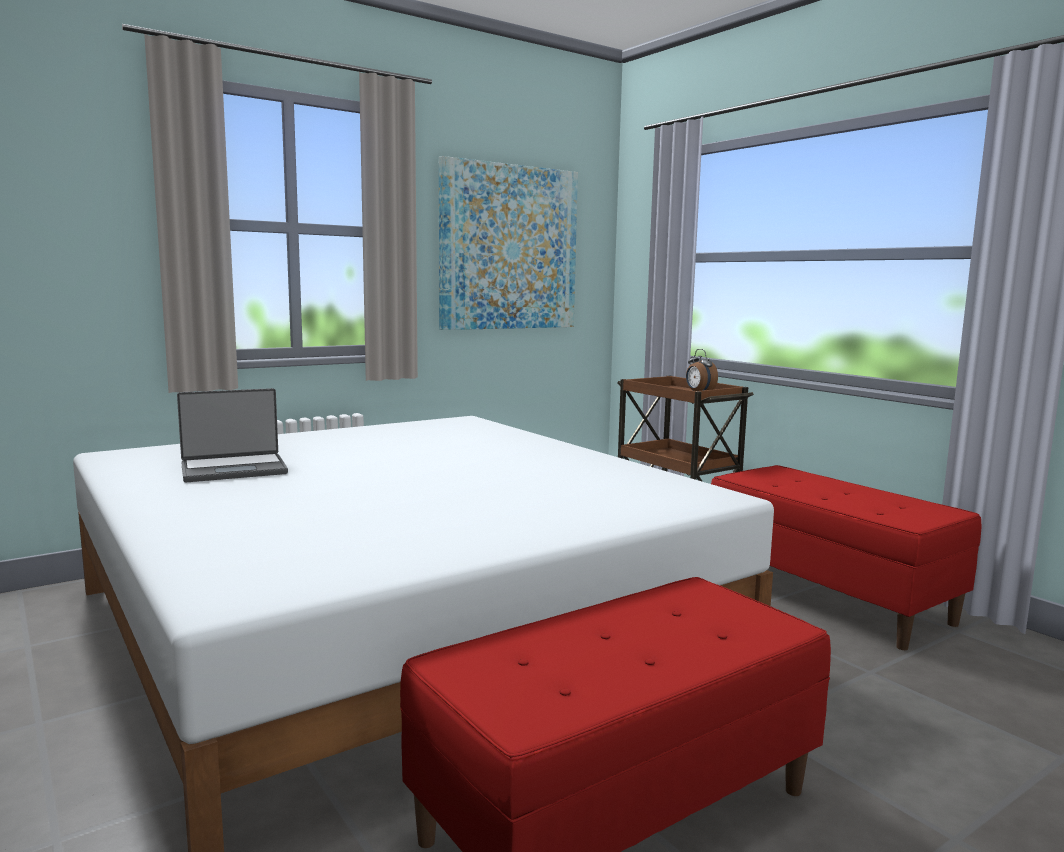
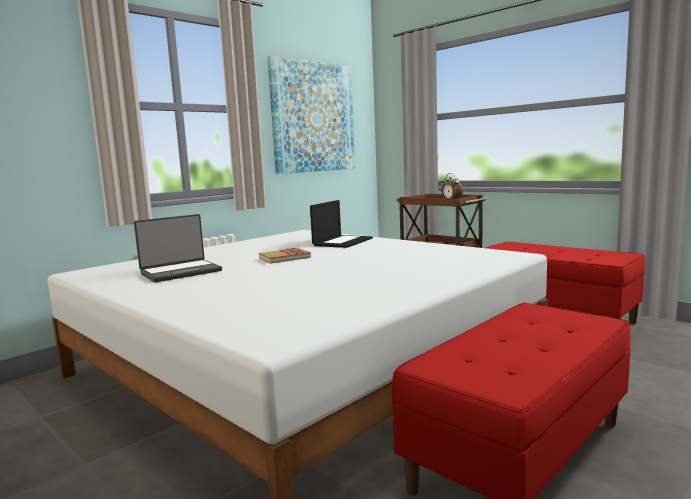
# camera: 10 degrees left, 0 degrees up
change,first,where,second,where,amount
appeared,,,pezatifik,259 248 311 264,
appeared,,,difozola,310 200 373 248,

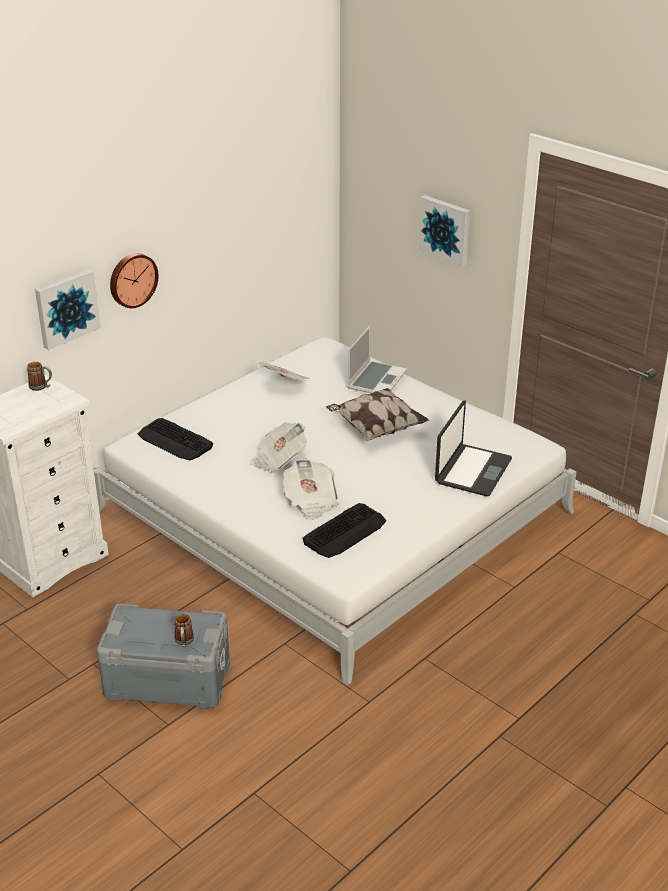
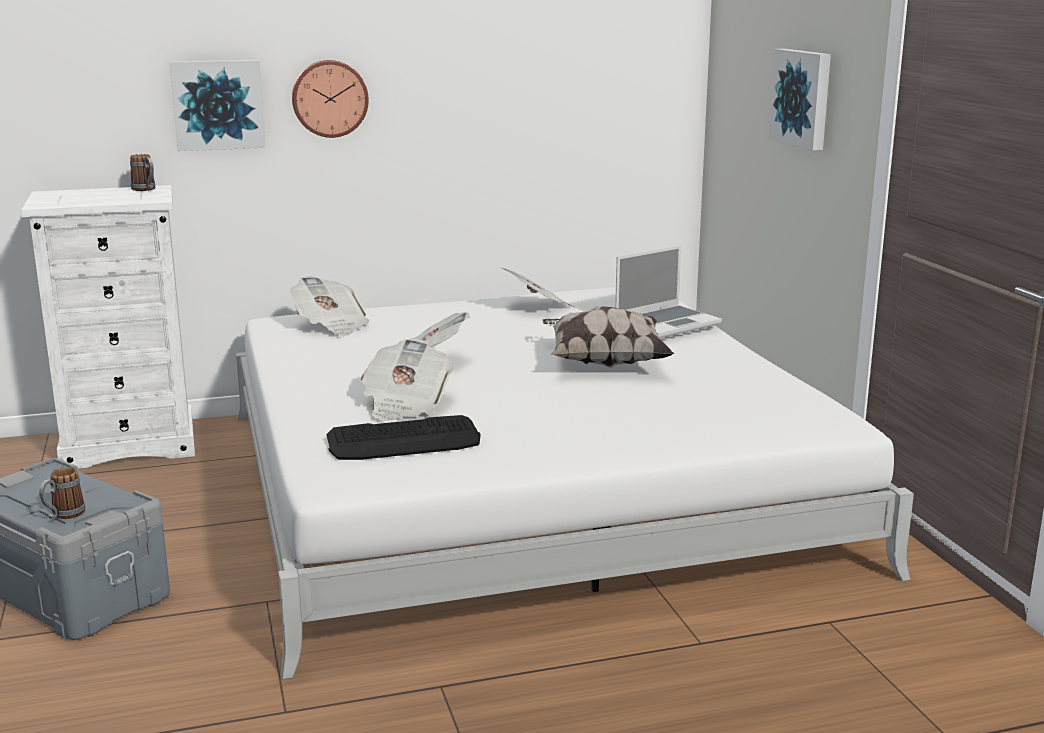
# camera: 30 degrees right, 15 degrees down
change,first,where,second,where,amount
exchanged,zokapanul,137 418 213 460,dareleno,290 276 369 336,
missing,difozola,435 400 512 496,,,

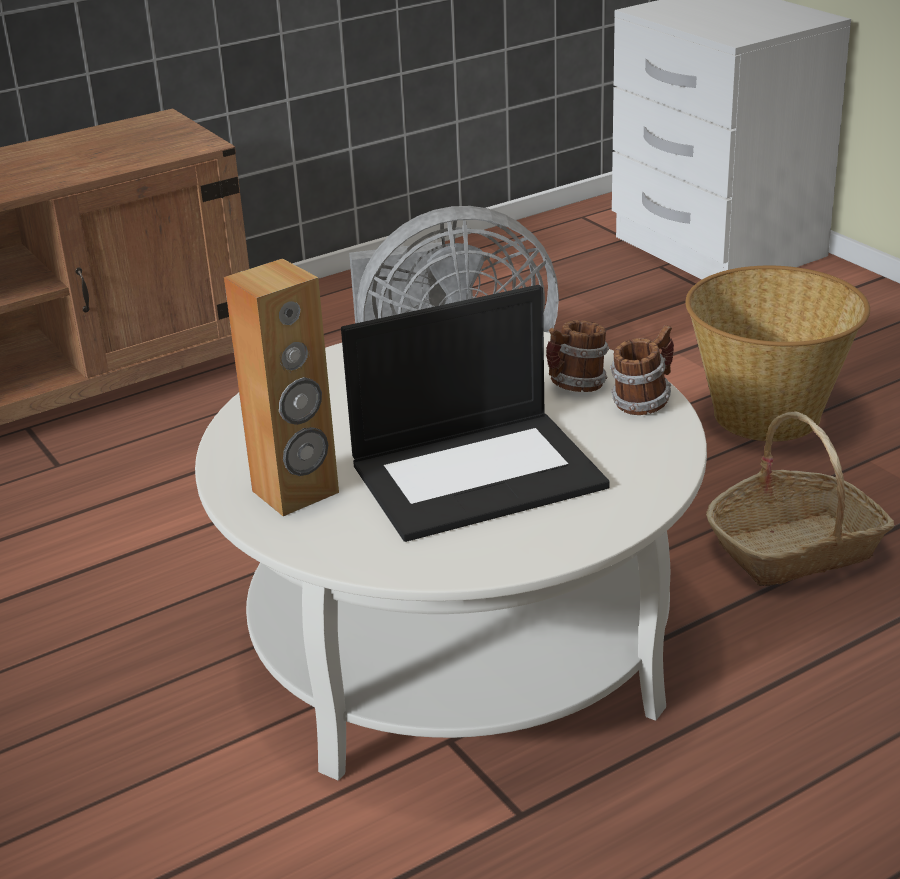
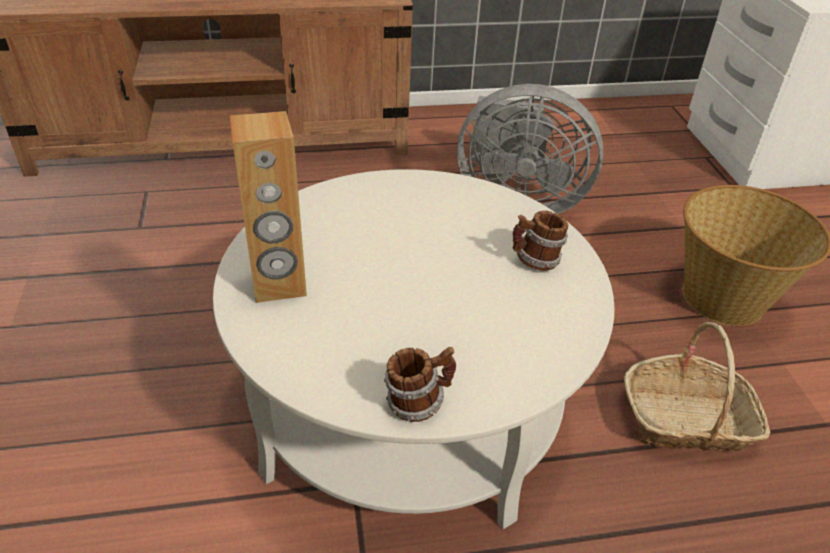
# camera: 20 degrees right, 10 degrees up
change,first,where,second,where,amount
relocated,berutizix,610 325 674 415,,384 347 456 422,
missing,difozola,341 285 609 542,,,

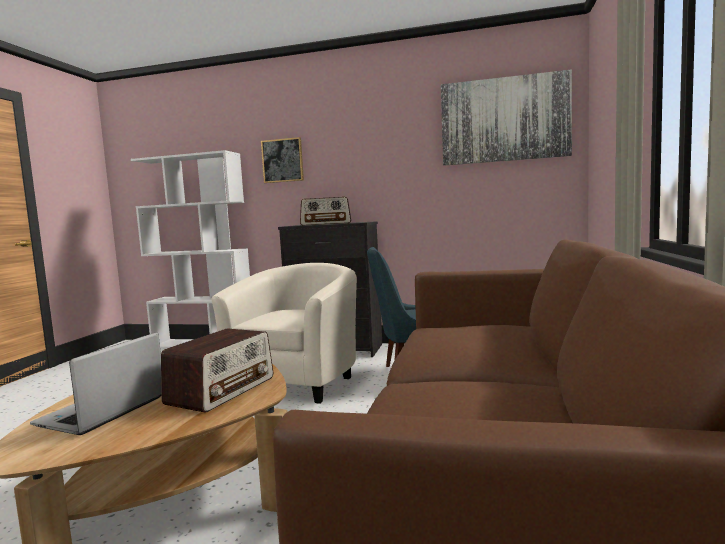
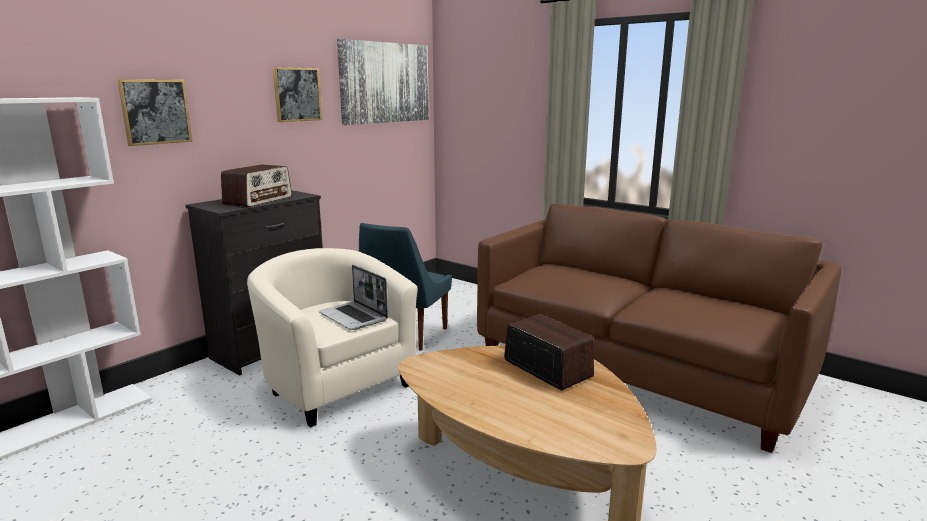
# camera: 65 degrees left, 10 degrees up
change,first,where,second,where,amount
appeared,,,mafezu,273 67 322 122,
relocated,difozola,30 332 161 435,,319 265 388 330,

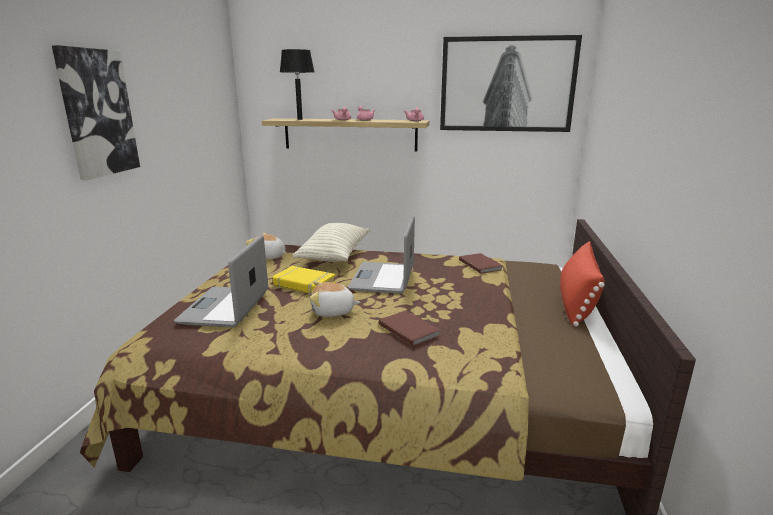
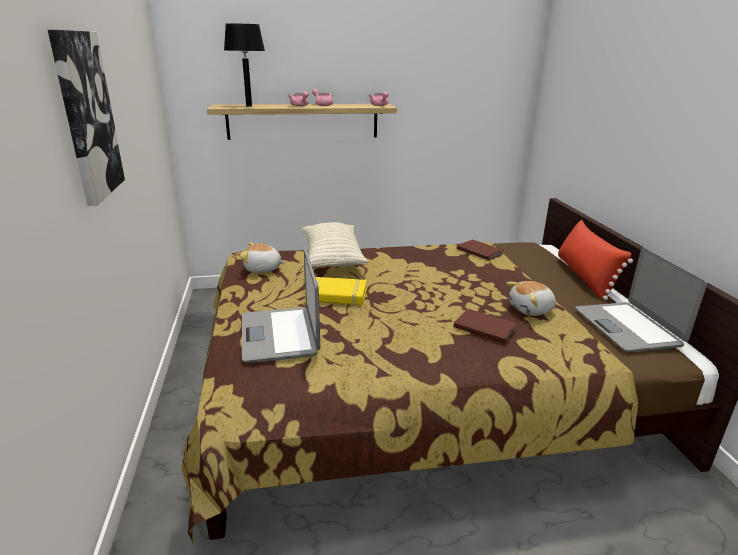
# camera: 20 degrees left, 5 degrees up
change,first,where,second,where,amount
relocated,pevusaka,310 281 361 317,,506 281 556 316,
relocated,difozola,348 216 415 294,,575 248 707 352,
missing,mafezu,440 35 582 132,,,

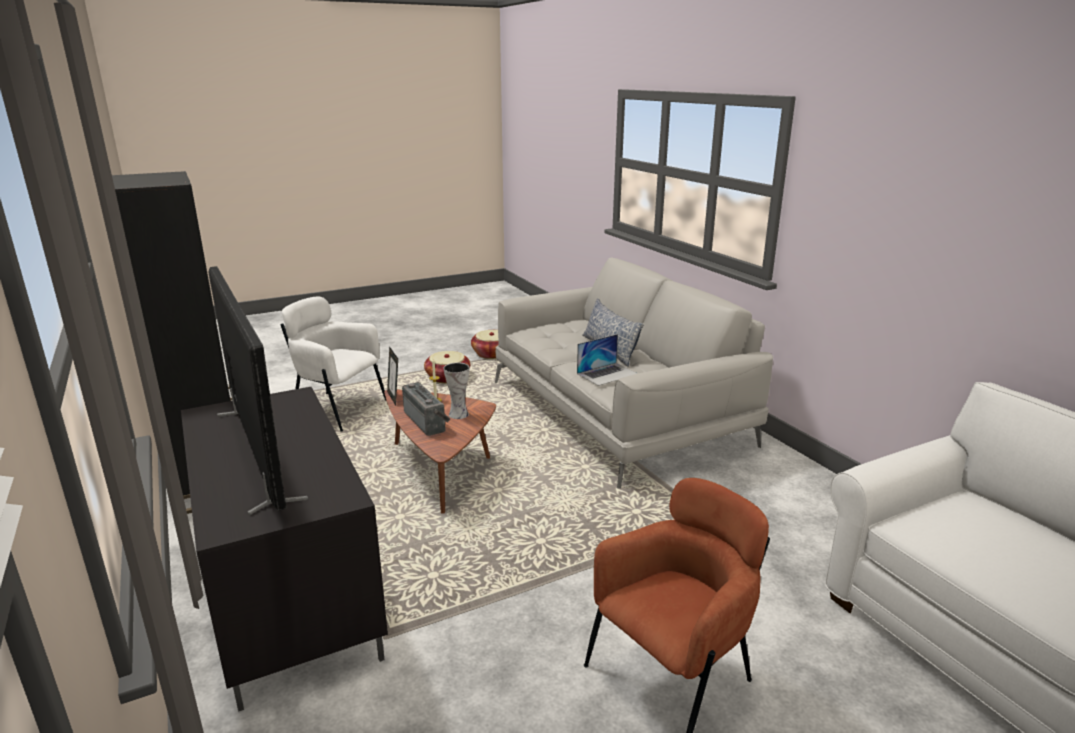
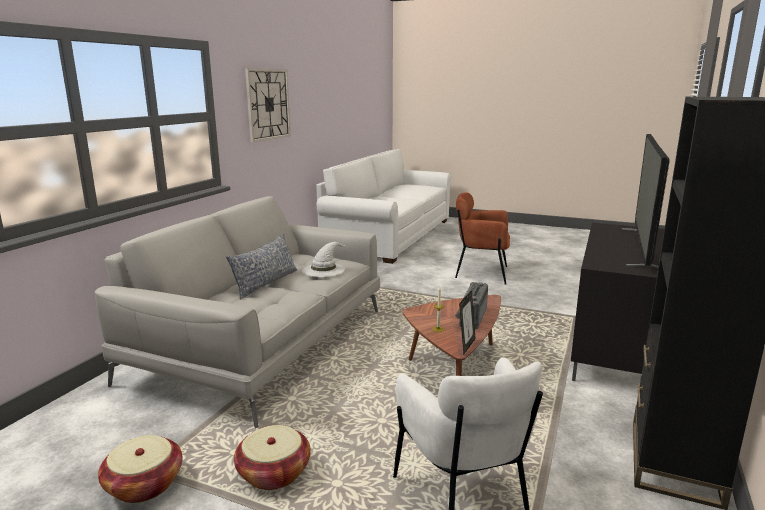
# camera: 130 degrees left, 5 degrees down
change,first,where,second,where,amount
appeared,,,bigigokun,245 68 291 142,
exchanged,difozola,577 334 638 386,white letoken,302 242 346 277,
missing,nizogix,444 362 469 419,,,

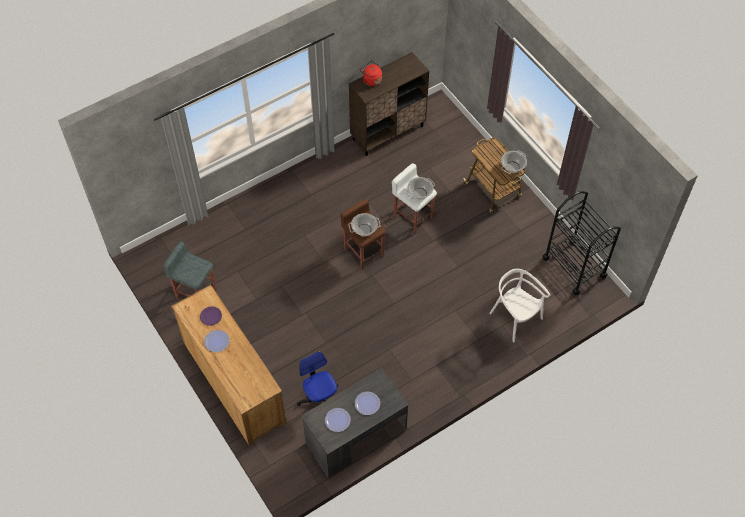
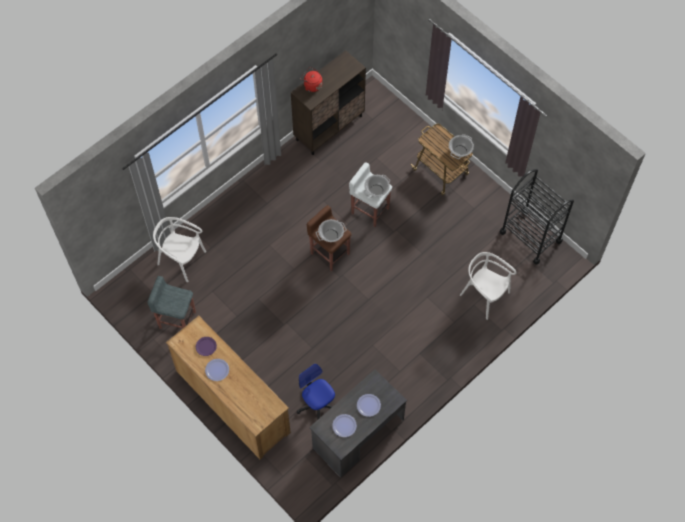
# camera: 10 degrees left, 5 degrees up
change,first,where,second,where,amount
appeared,,,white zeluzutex,153 217 206 282,

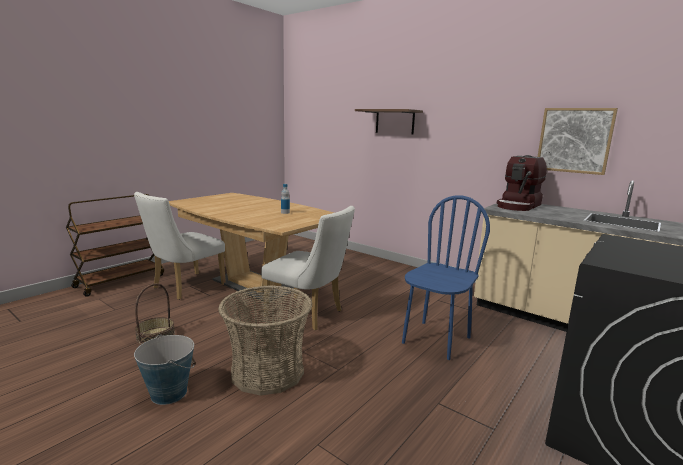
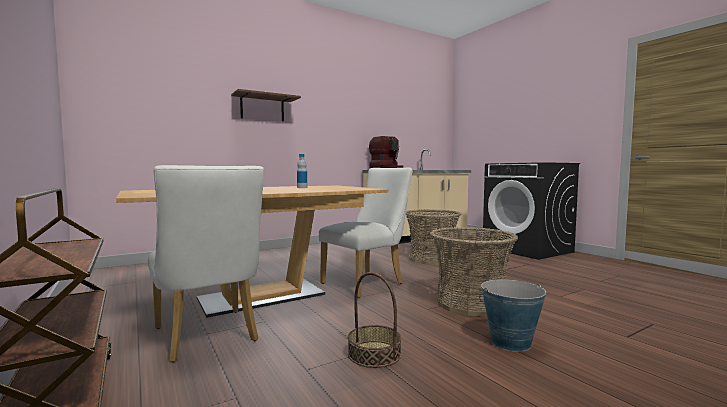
# camera: 70 degrees left, 10 degrees down
change,first,where,second,where,amount
exchanged,blue zeluzutex,402 195 490 360,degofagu,406 209 461 265,
missing,mafezu,538 108 618 175,,,

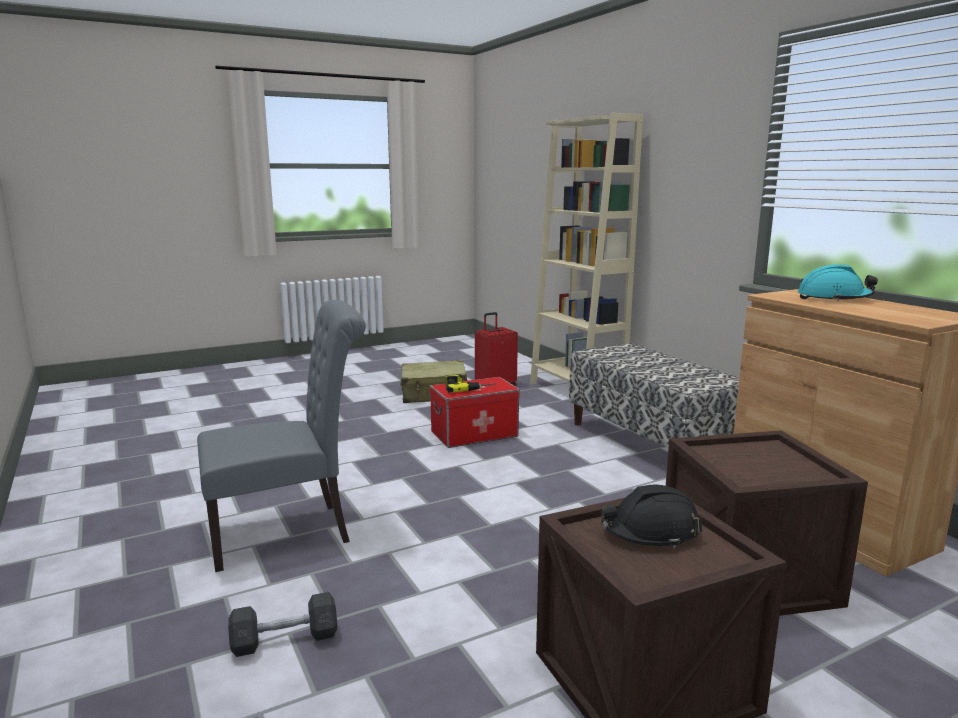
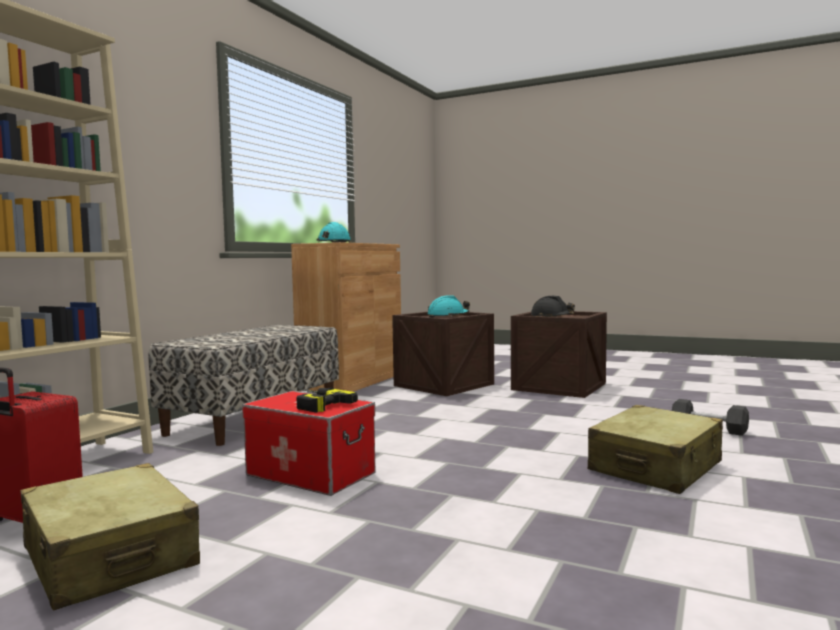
# camera: 125 degrees left, 10 degrees down
change,first,where,second,where,amount
appeared,,,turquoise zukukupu,427 296 470 318,
exchanged,grey zeluzutex,197 300 366 572,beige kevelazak,588 405 723 494,

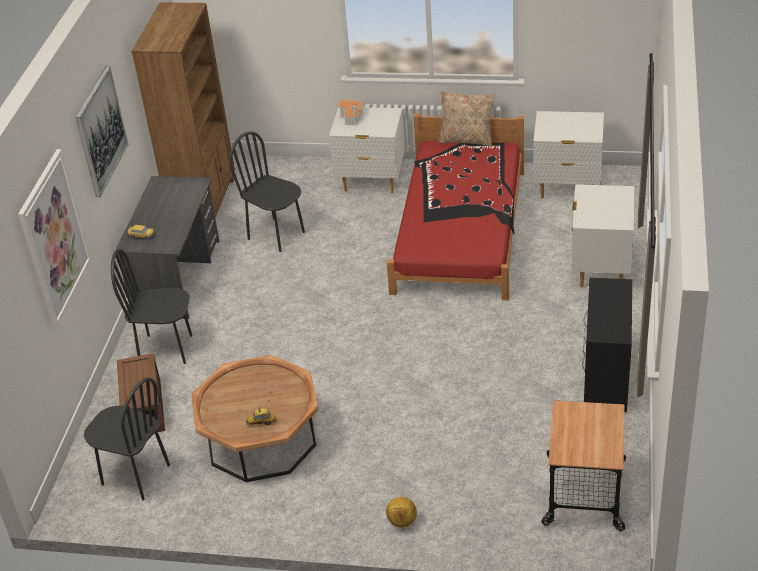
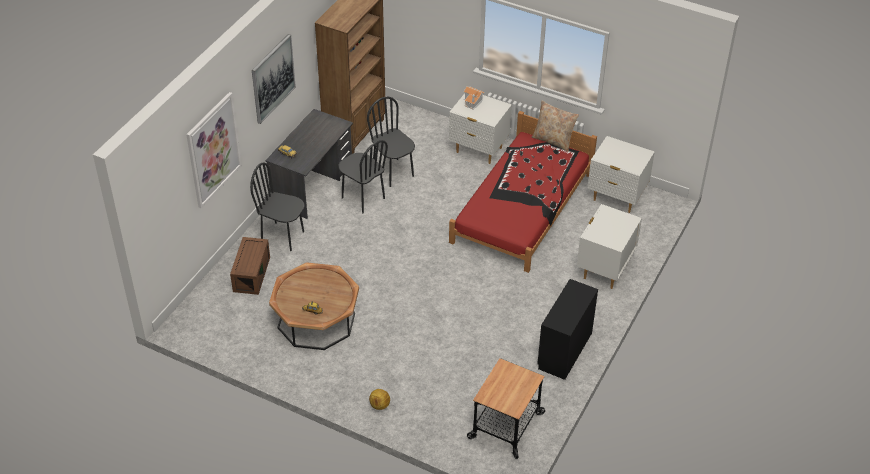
# camera: 15 degrees right, 5 degrees up
change,first,where,second,where,amount
relocated,black zeluzutex,84 378 170 500,,339 140 388 214,

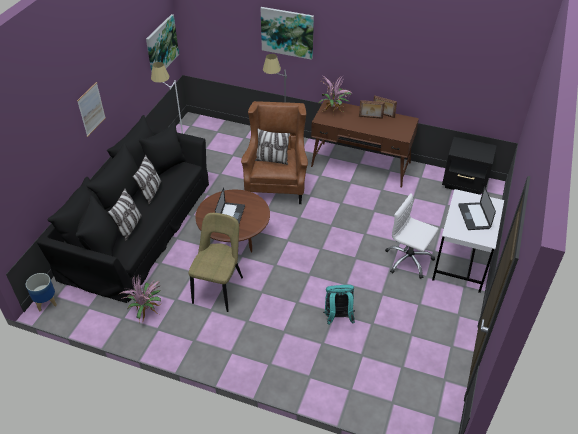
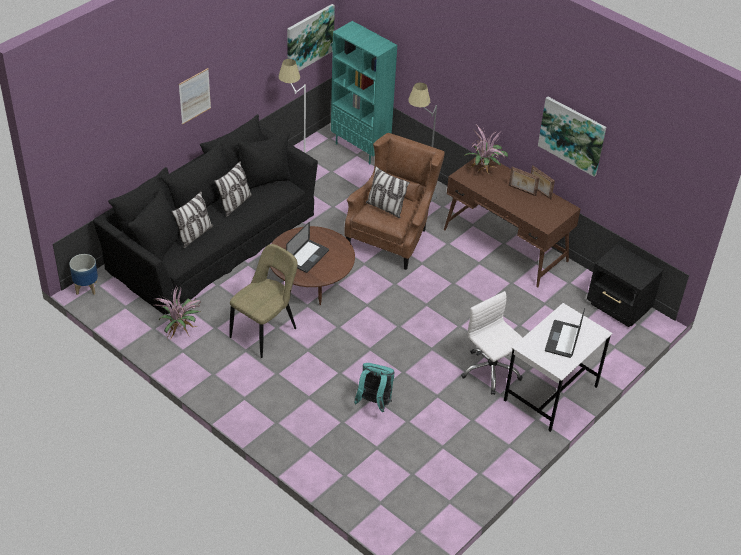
# camera: 20 degrees right, 0 degrees up
change,first,where,second,where,amount
appeared,,,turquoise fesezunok,331 21 397 165,
relocated,mafezu,261 7 314 60,,538 97 606 177,

